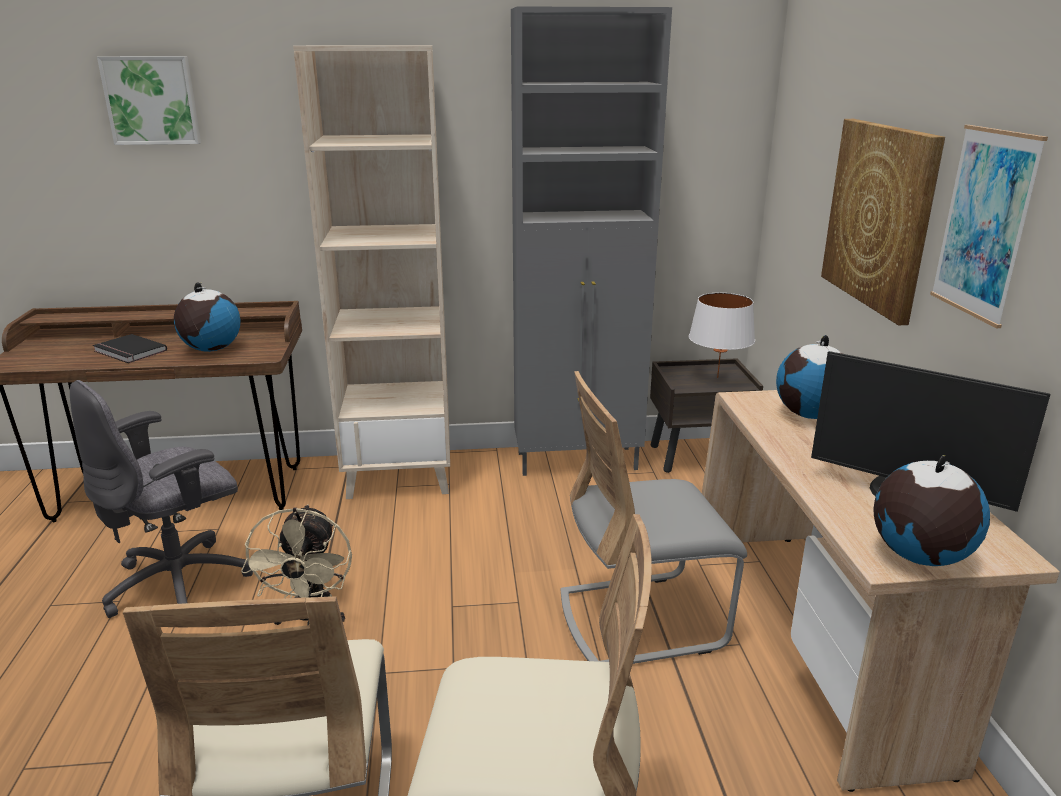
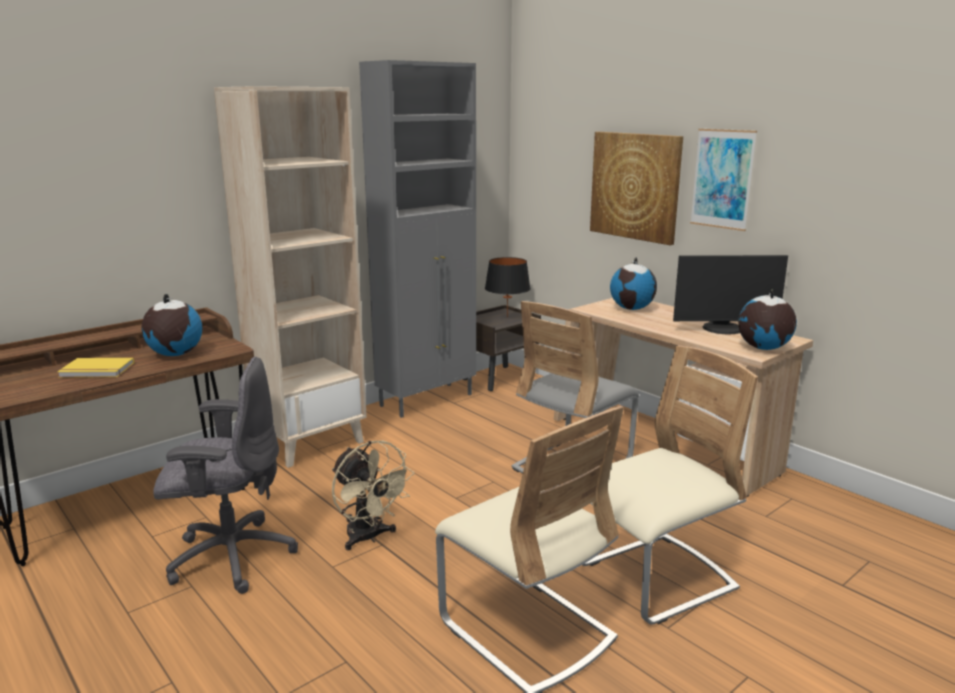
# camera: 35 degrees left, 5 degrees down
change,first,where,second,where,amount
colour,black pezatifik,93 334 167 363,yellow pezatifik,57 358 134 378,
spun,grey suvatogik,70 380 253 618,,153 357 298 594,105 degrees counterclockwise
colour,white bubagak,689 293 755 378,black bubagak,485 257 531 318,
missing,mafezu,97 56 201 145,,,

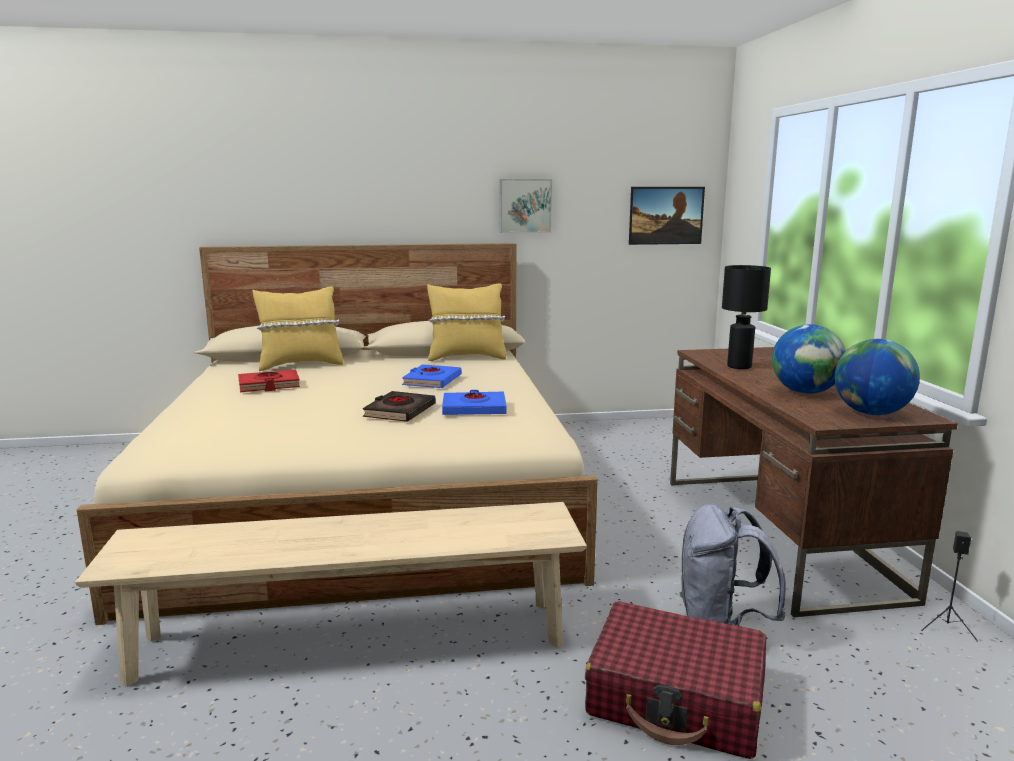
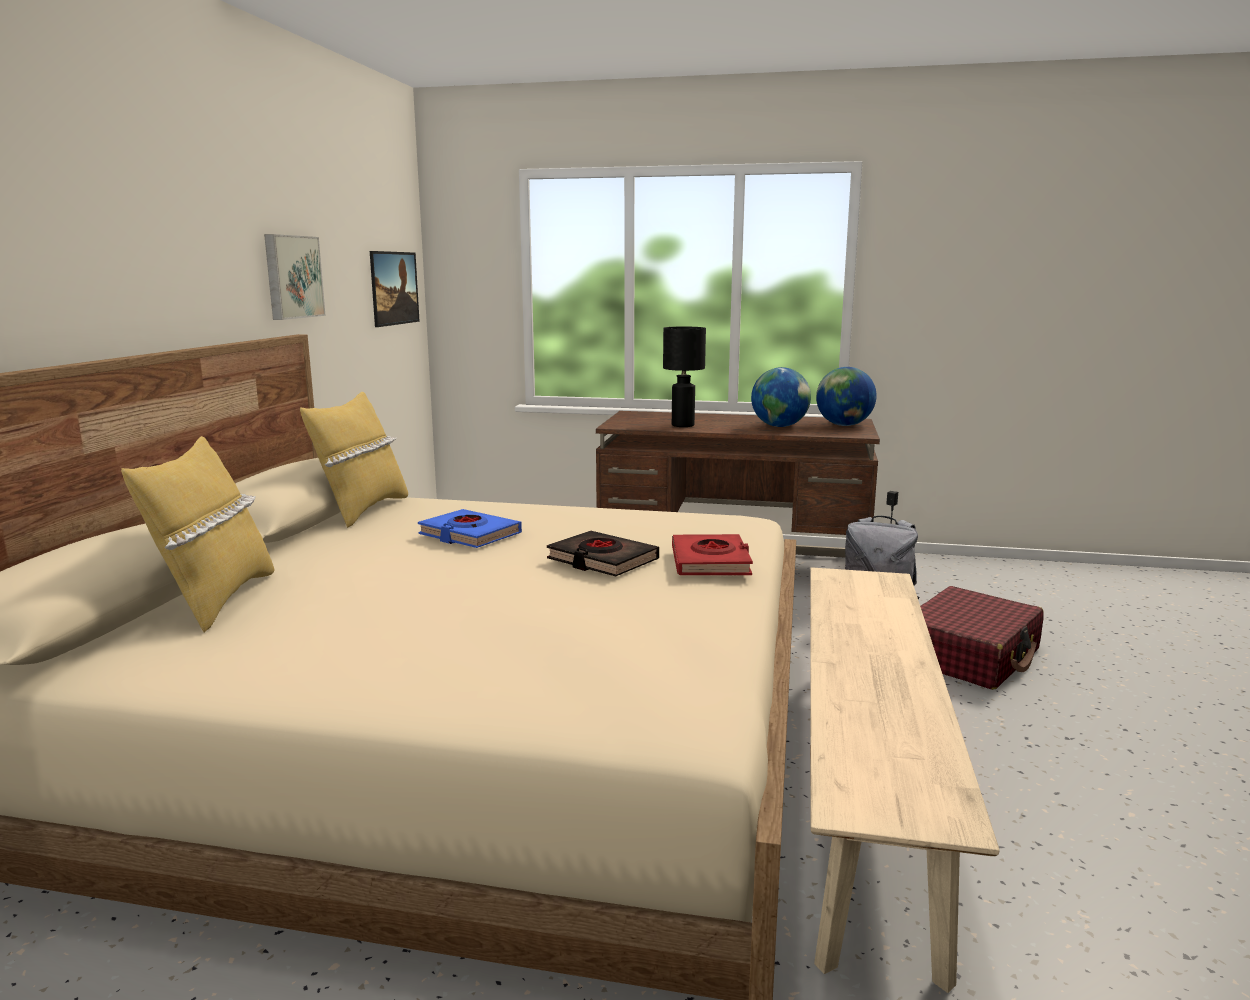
# camera: 70 degrees left, 0 degrees up
change,first,where,second,where,amount
relocated,red pezatifik,238 369 300 392,,672 534 753 575,
missing,blue pezatifik,442 390 506 415,,,

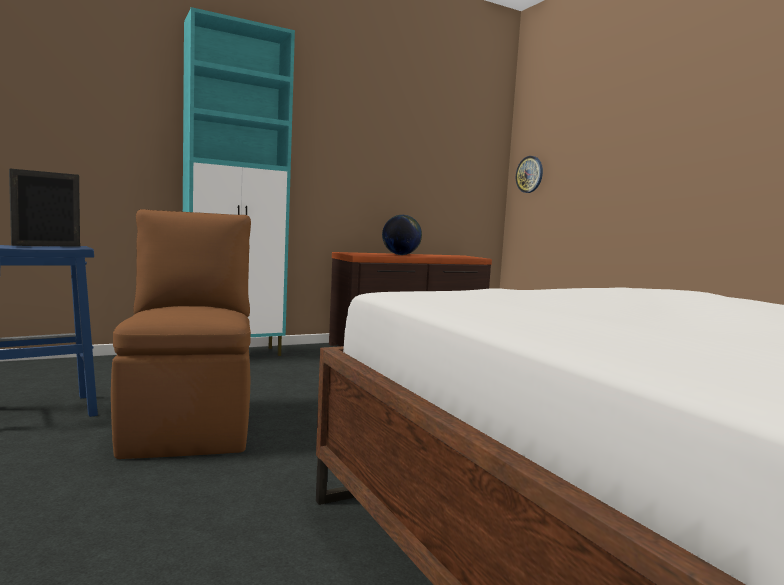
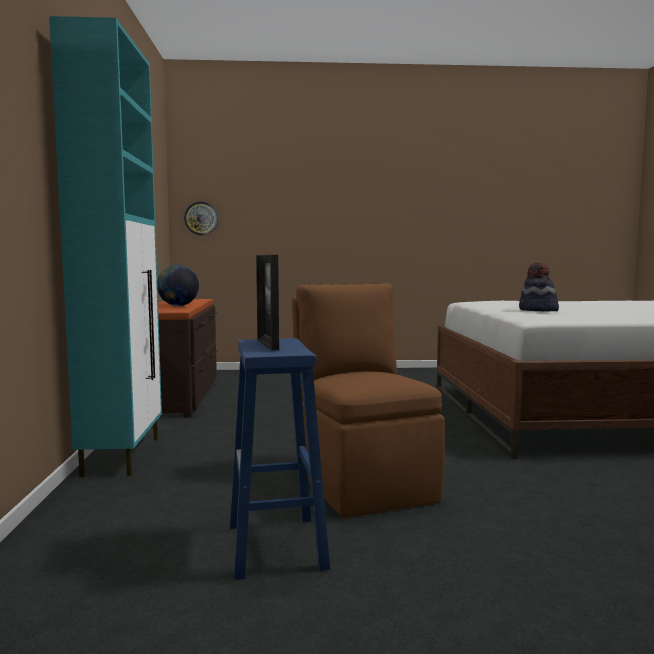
# camera: 65 degrees left, 0 degrees up
change,first,where,second,where,amount
spun,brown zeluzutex,111 209 251 459,,292 283 445 518,60 degrees clockwise
appeared,,,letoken,519 262 559 311,

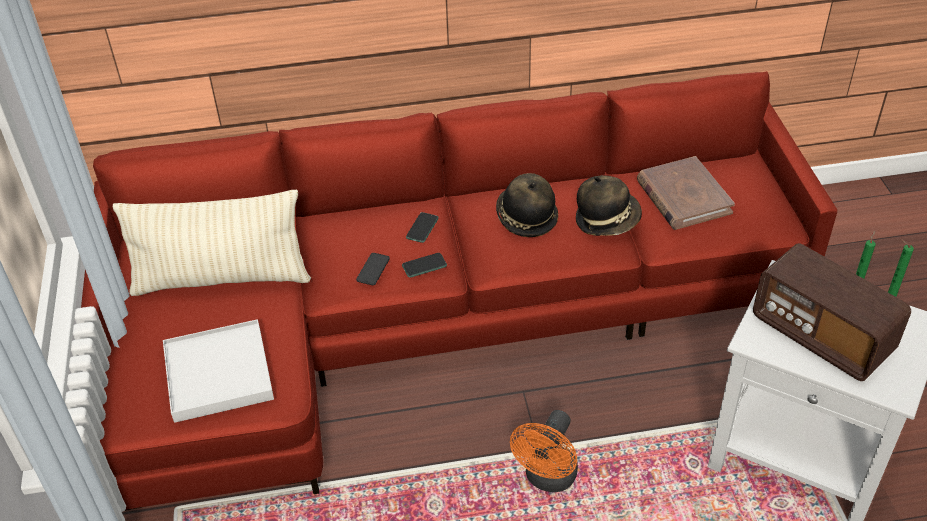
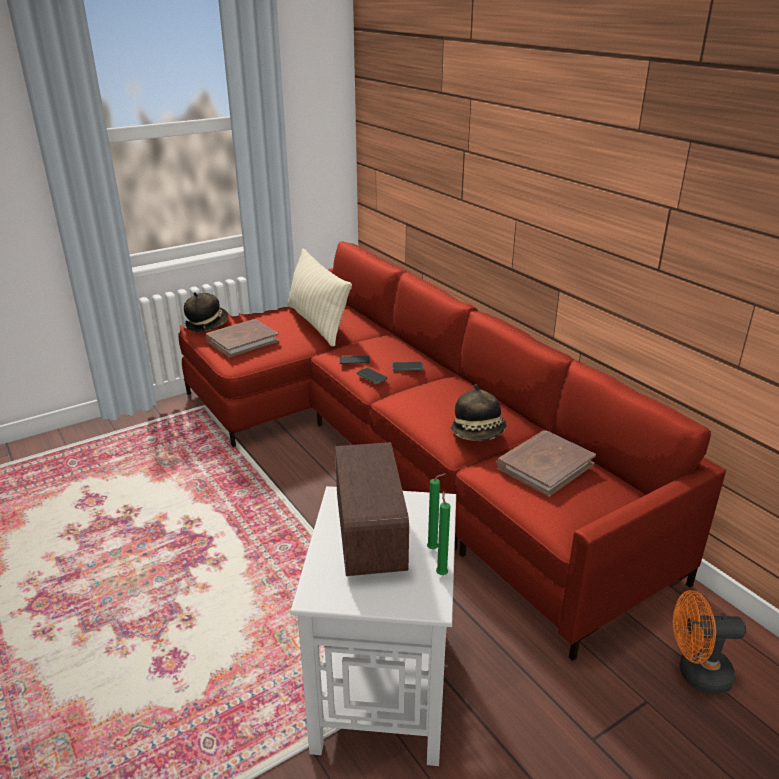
# camera: 65 degrees right, 15 degrees down
change,first,where,second,where,amount
relocated,letoken,496 173 558 237,,184 292 229 332,
exchanged,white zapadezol,163 319 274 423,brown pezatifik,206 319 279 358,
spun,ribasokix,753 243 911 381,,335 442 409 576,150 degrees clockwise
relocated,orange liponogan,510 410 578 492,,673 590 746 694,

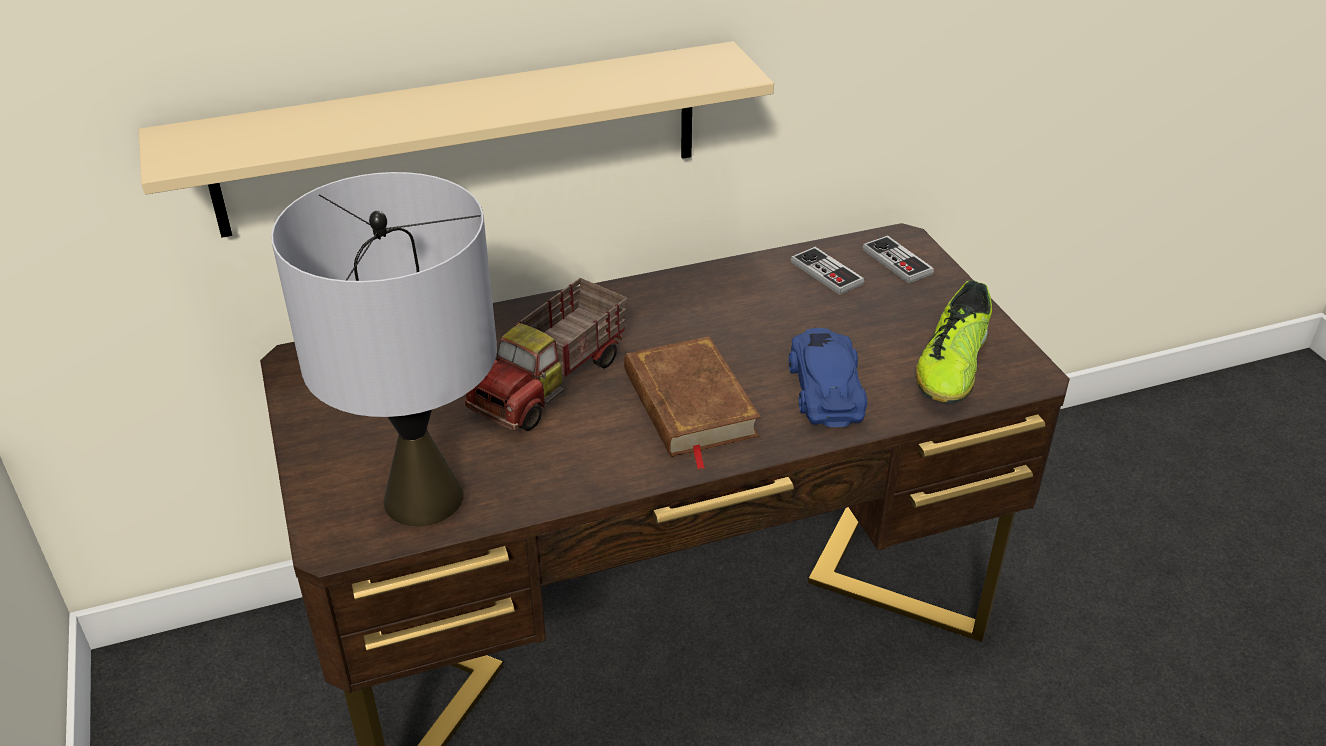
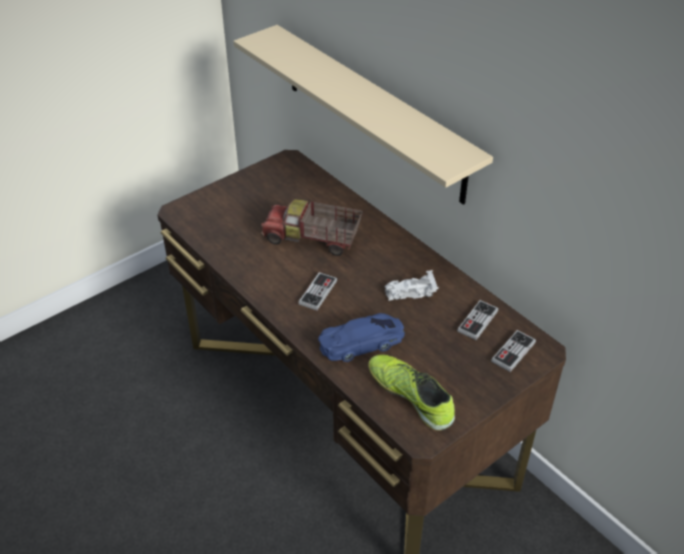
# camera: 70 degrees right, 5 degrees up
change,first,where,second,where,amount
exchanged,brown pezatifik,624 336 761 470,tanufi,298 272 337 310,
spun,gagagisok,916 280 992 403,,368 355 455 431,45 degrees clockwise
appeared,,,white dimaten,385 270 439 301,
missing,grey bubagak,271 172 497 526,,,

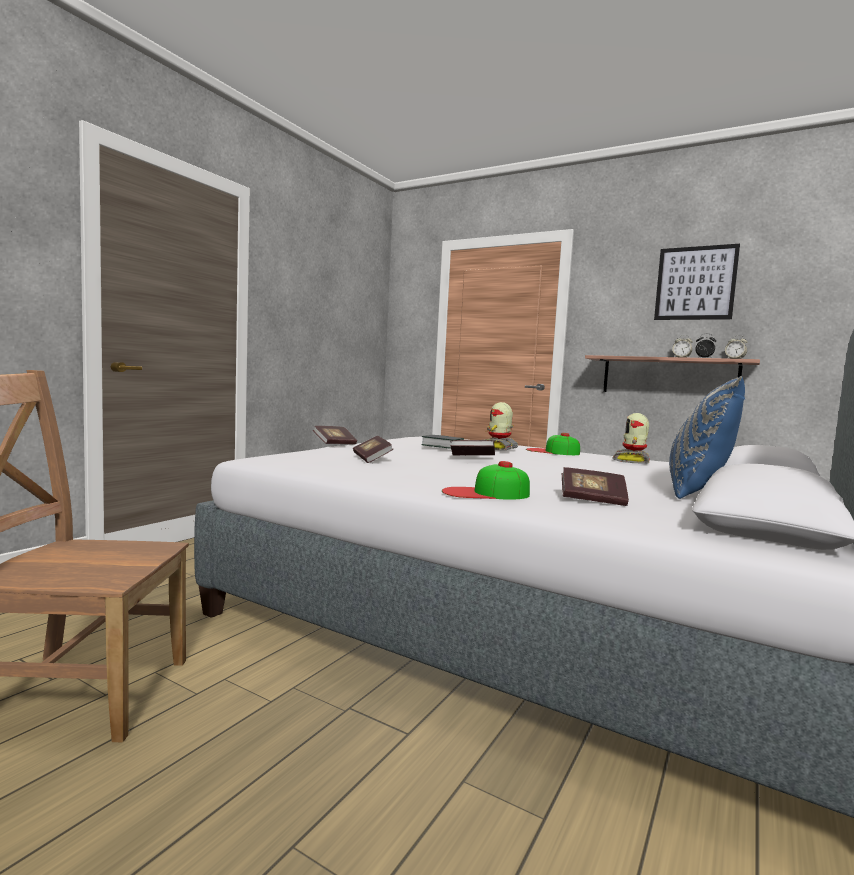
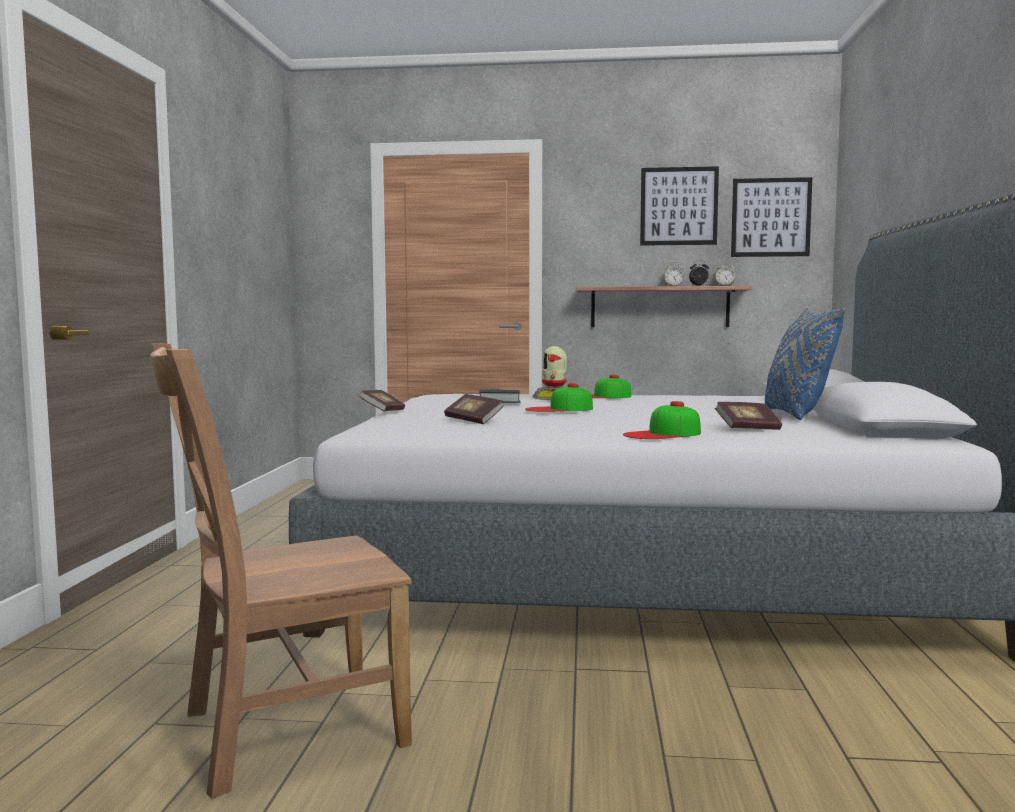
# camera: 25 degrees left, 0 degrees up
change,first,where,second,where,amount
exchanged,pezatifik,451 440 495 455,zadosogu,525 383 593 412,
appeared,,,mafezu,731 177 812 257,
missing,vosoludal,612 413 649 464,,,

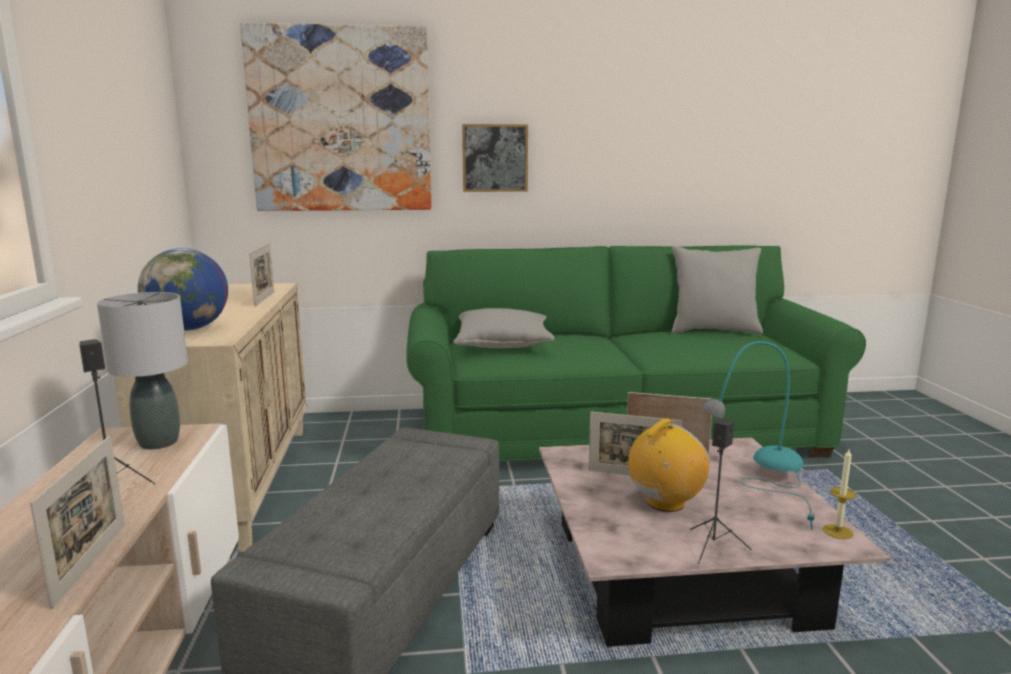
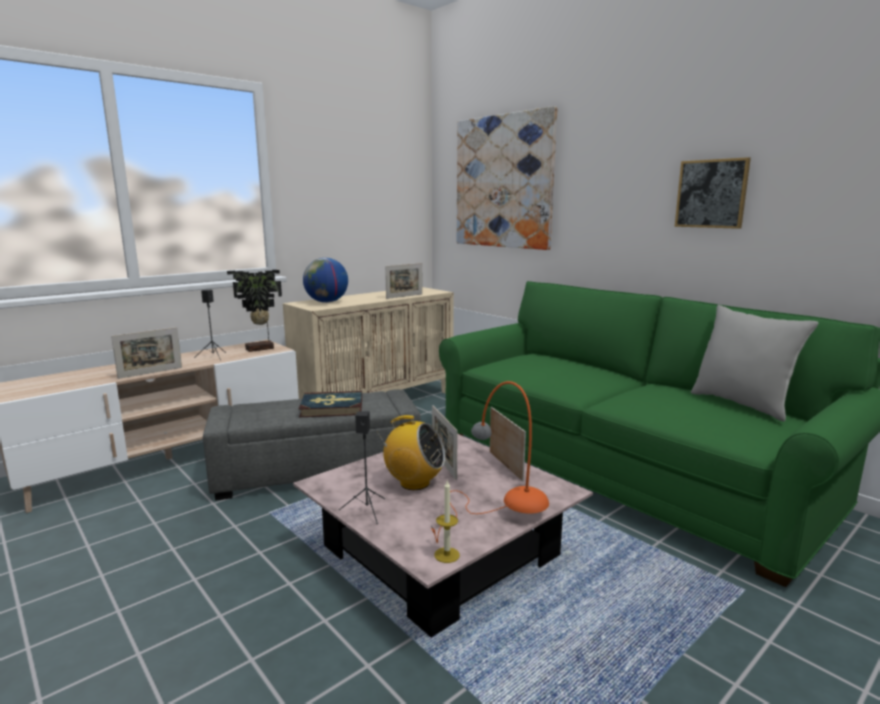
# camera: 55 degrees right, 0 degrees up
change,first,where,second,where,amount
exchanged,grey bubagak,97 292 188 449,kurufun,227 270 282 352,
appeared,,,pezatifik,299 391 362 417,
colour,turquoise bubagak,703 341 815 530,orange bubagak,431 381 549 544,
relocated,mafezu,462 124 528 192,,675 157 751 229,
missing,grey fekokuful,453 308 555 348,,,

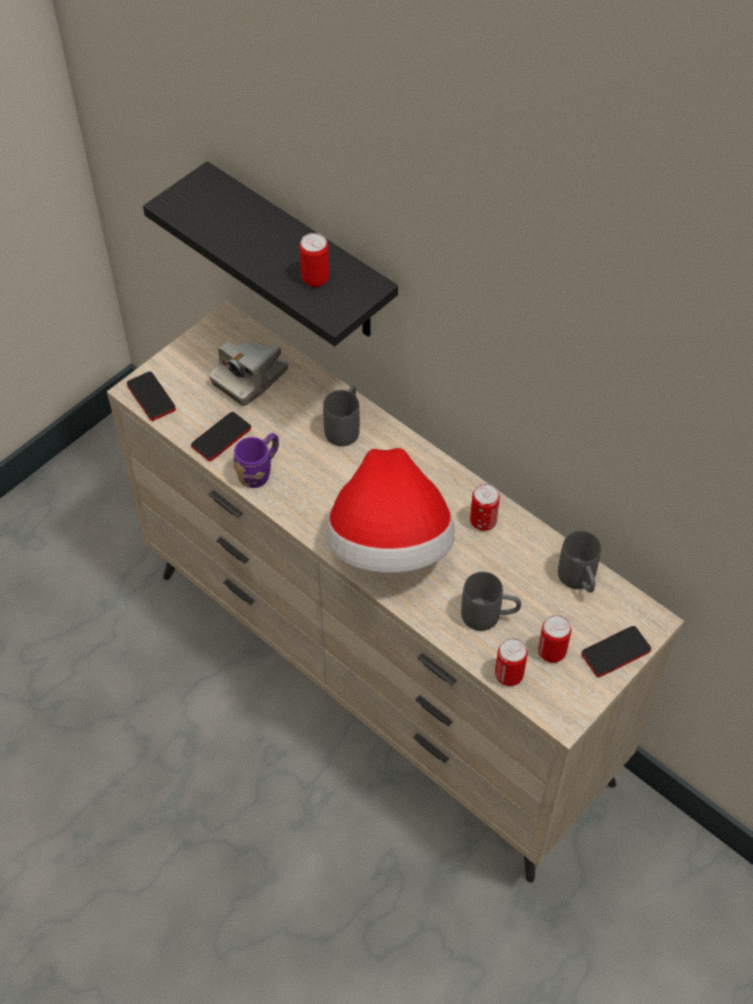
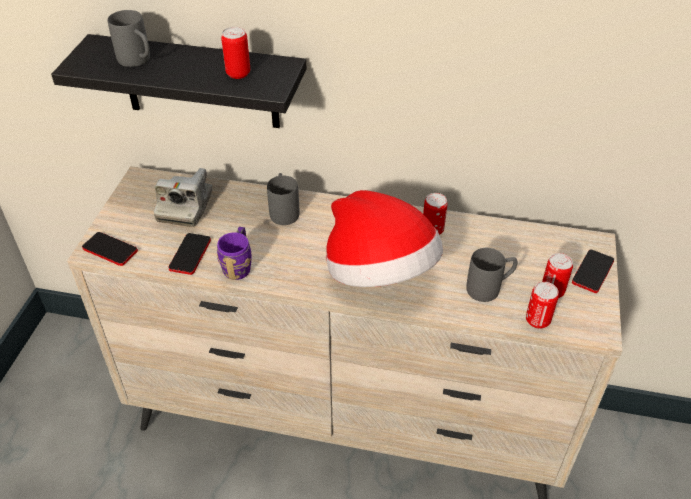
# camera: 30 degrees left, 10 degrees down
change,first,where,second,where,amount
relocated,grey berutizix,558 531 601 593,,108 10 150 67,

